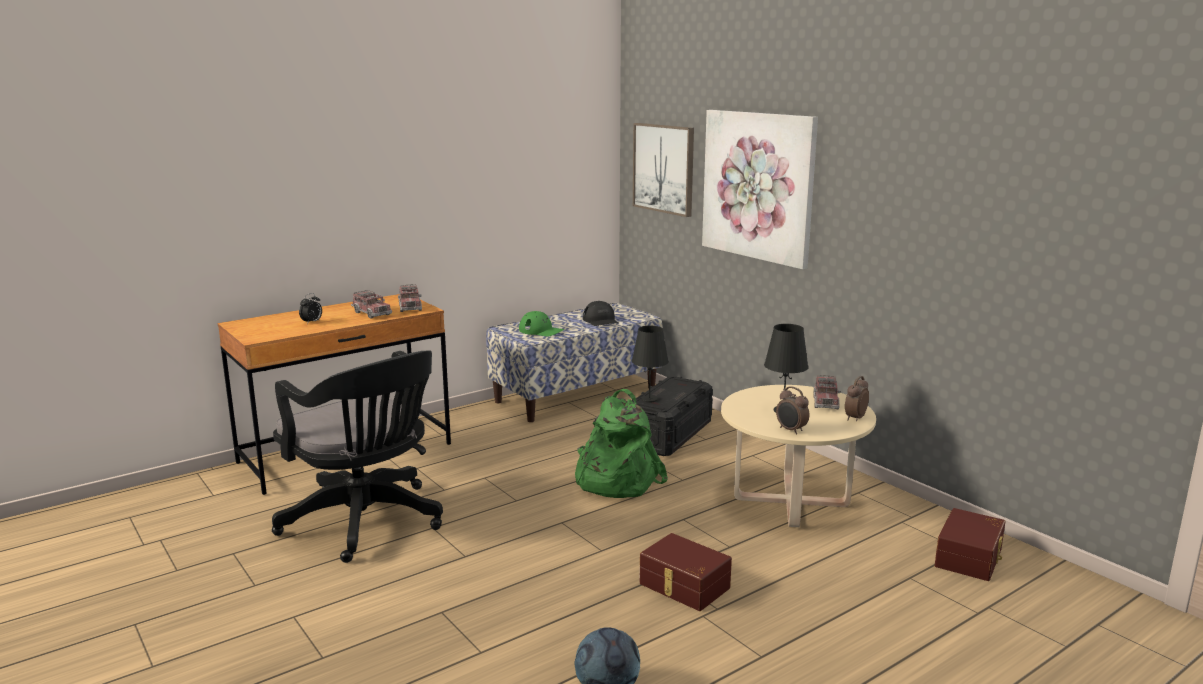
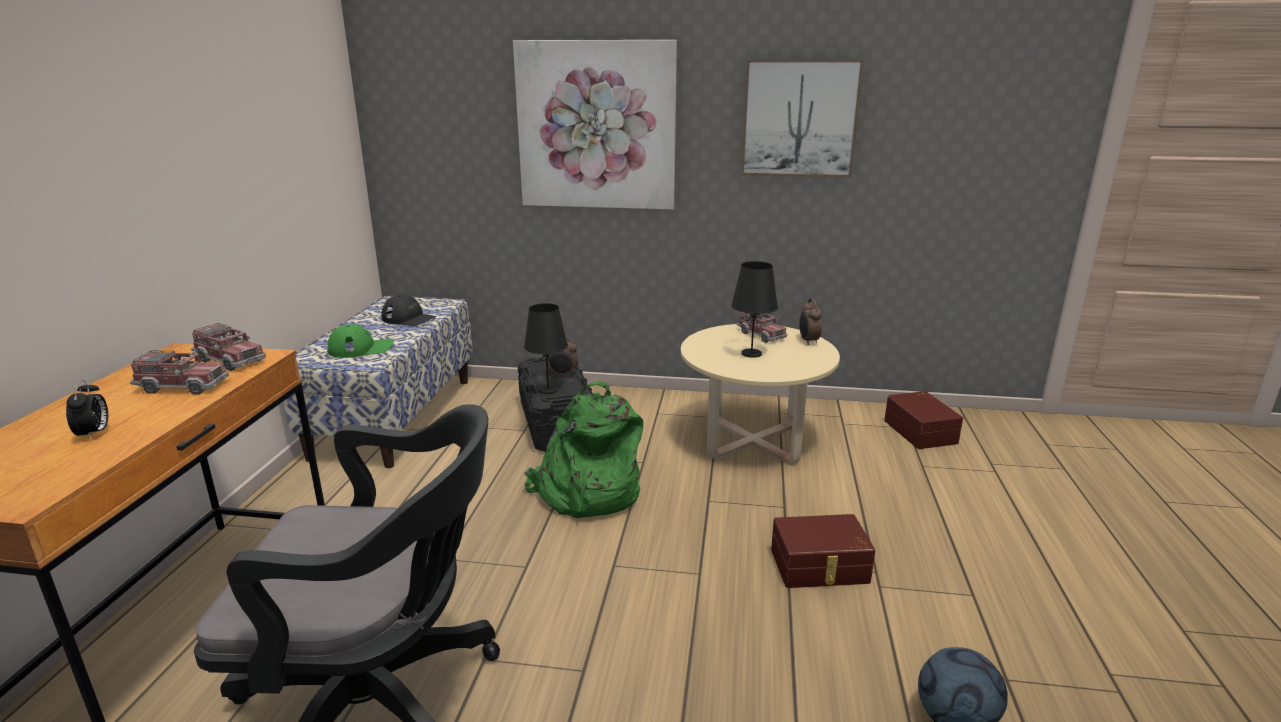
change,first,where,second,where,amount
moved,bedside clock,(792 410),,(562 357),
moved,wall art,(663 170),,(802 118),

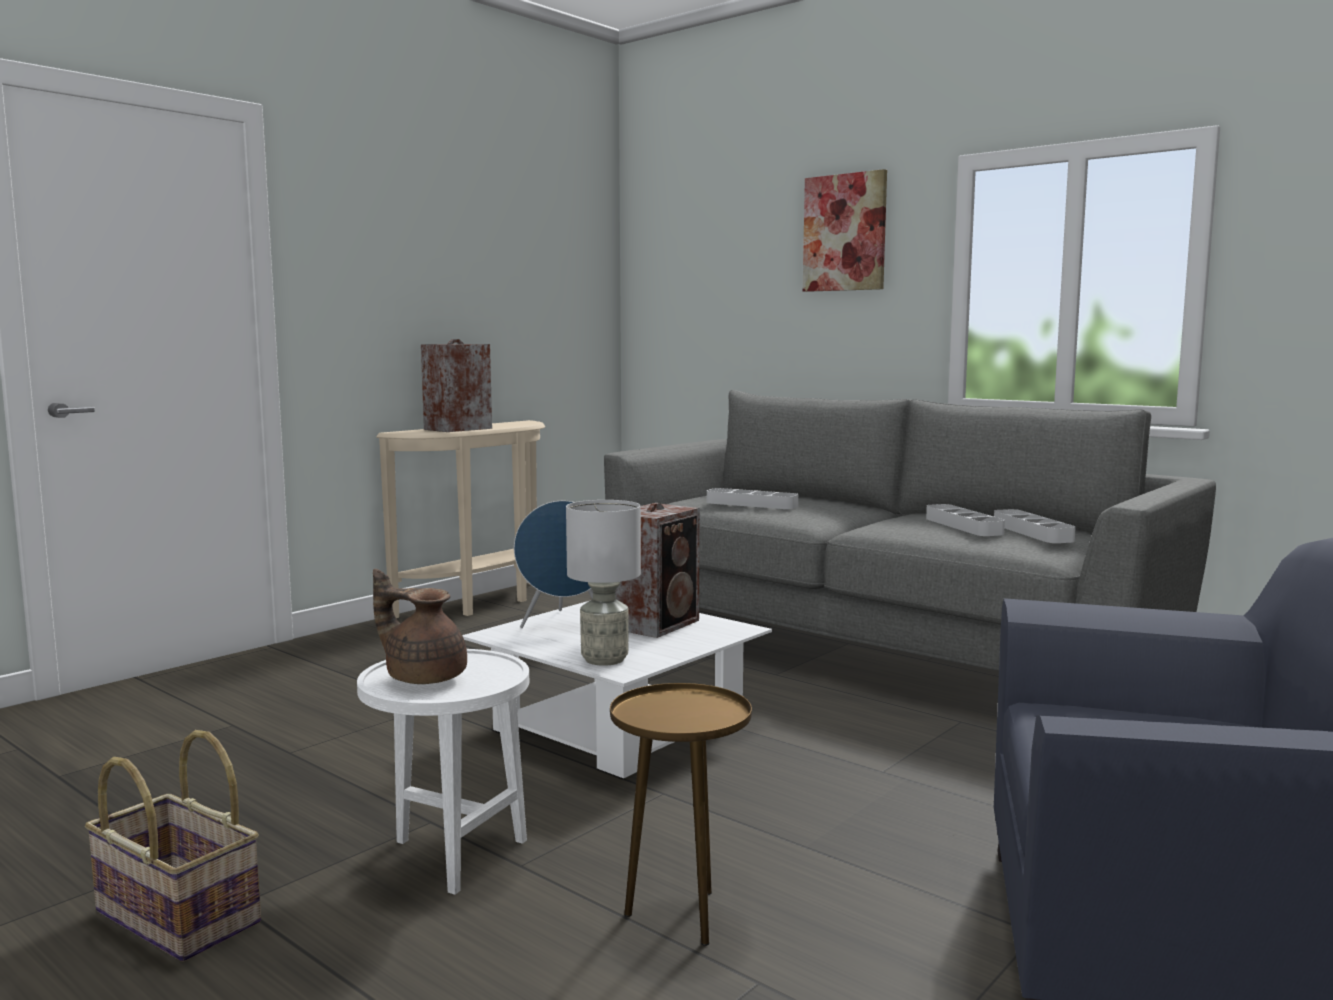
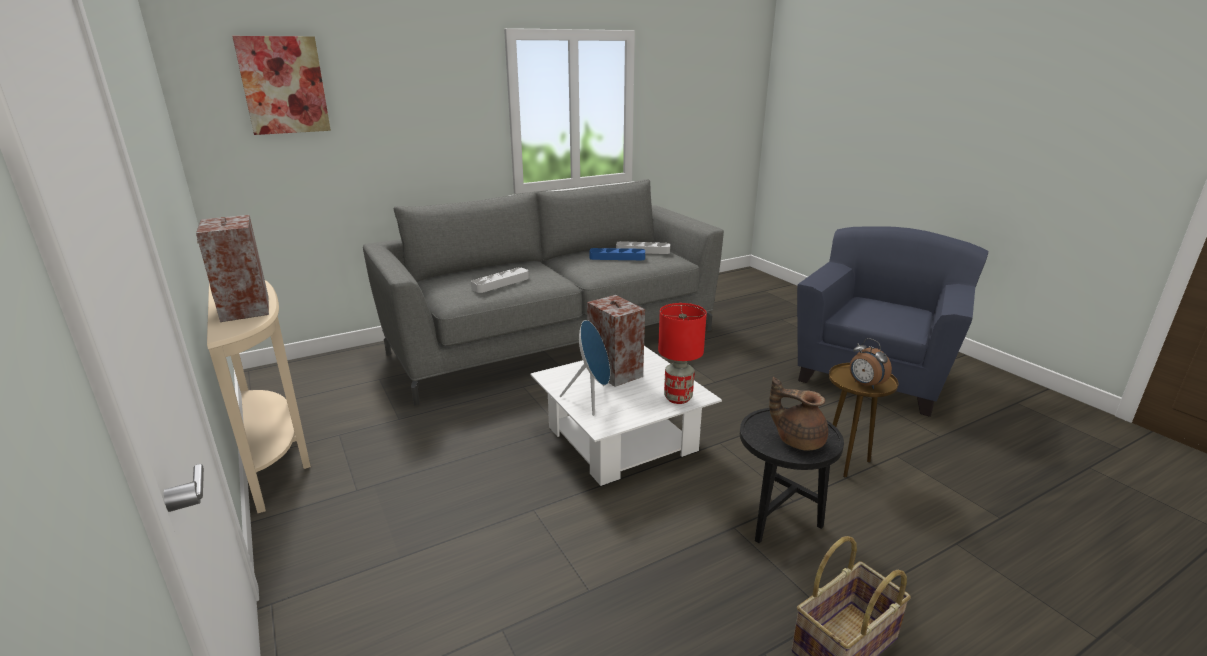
change,first,where,second,where,amount
moved,wall art,(845 230),,(281 85),
recoloured,serving tray/gray,(965 520),serving tray/blue,(617 254),
recoloured,table lamp/gray,(603 583),table lamp/red,(682 353),
recoloured,end table/whitish,(443 772),end table/blackish,(792 475),
turned,pot for tea/brownish,(420 626),,(798 413),75 degrees clockwise
added,,,bedside clock,(871 363),

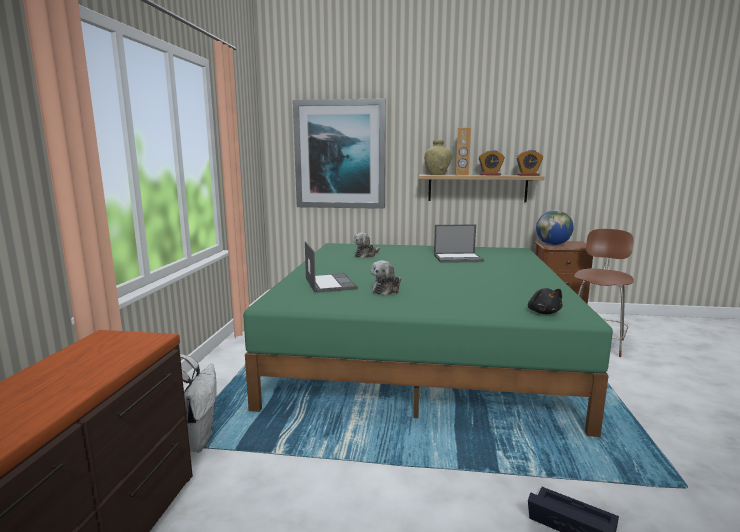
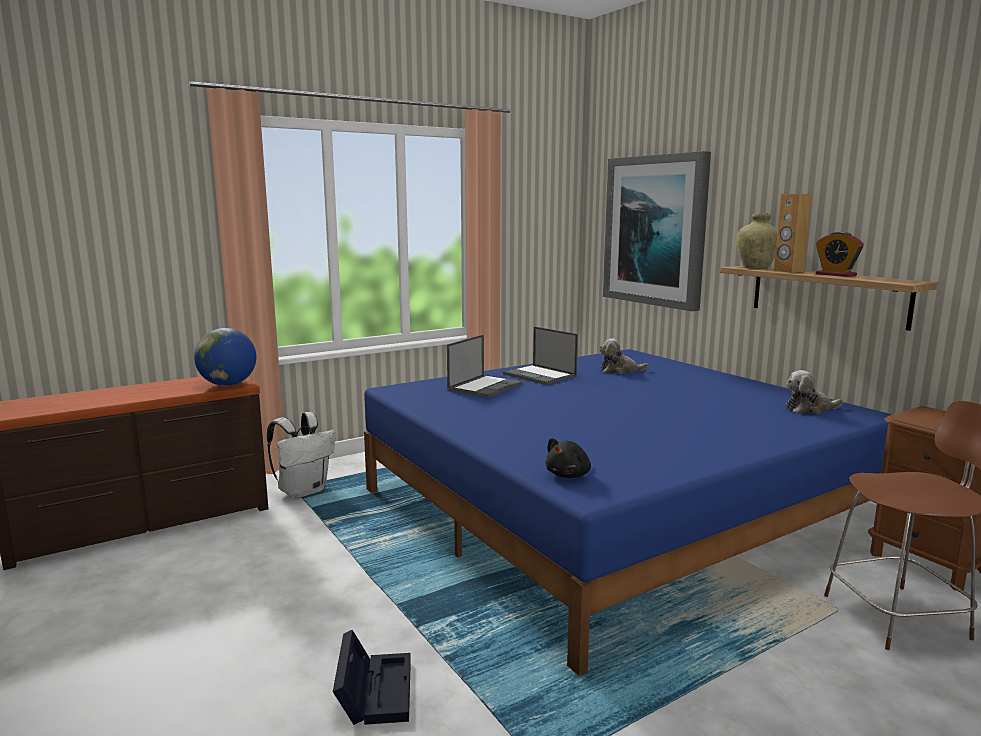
change,first,where,second,where,amount
moved,world globe,(555 227),,(225 357),
recoloured,bedroom bed/green,(428 340),bedroom bed/blue,(628 512),
moved,laptop,(459 243),,(540 356),
moved,plush toy,(386 278),,(814 392),
removed,bedside clock,(529 163),,,

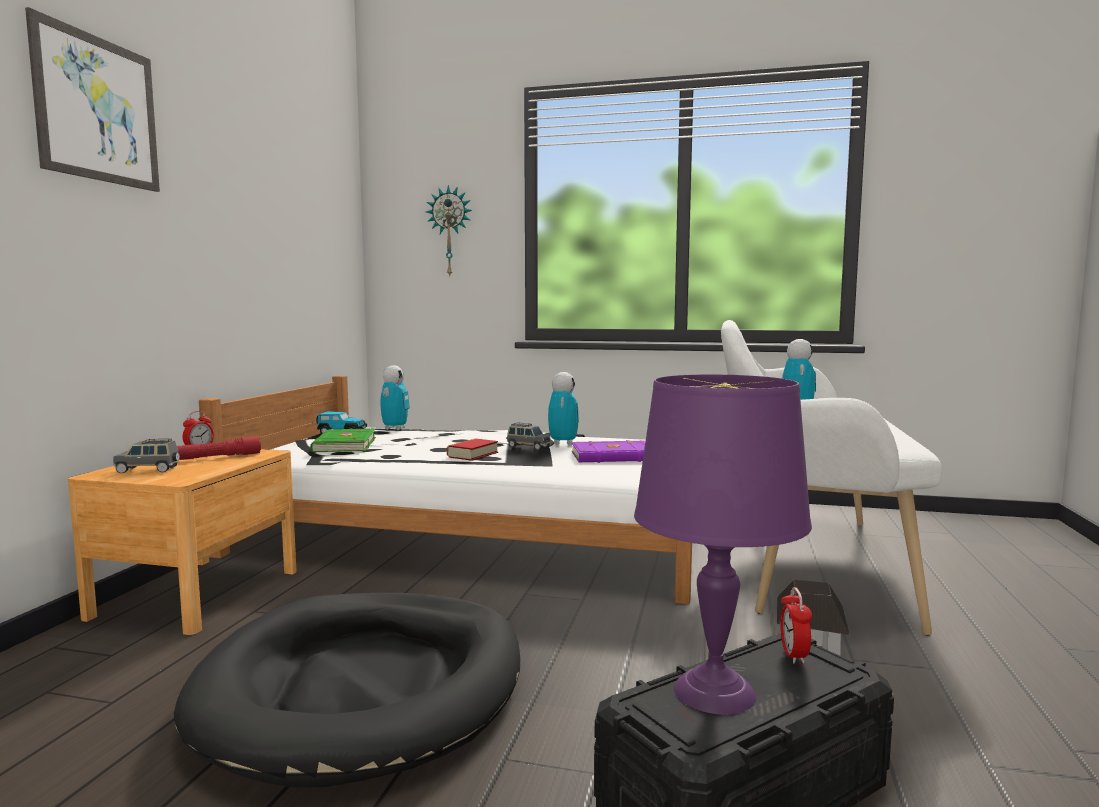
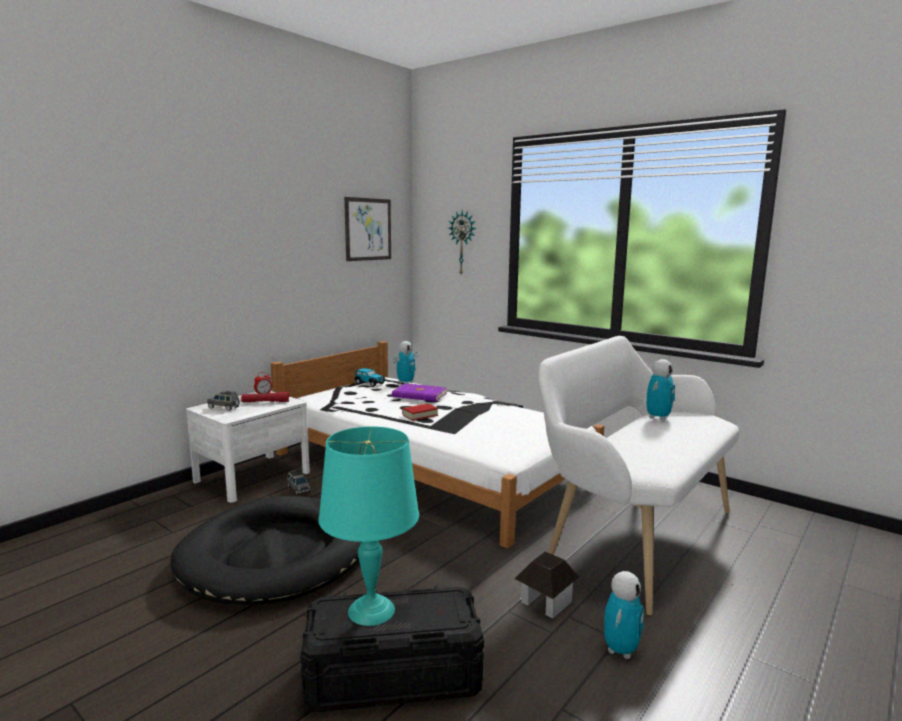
change,first,where,second,where,amount
recoloured,night table/brownish,(182 542),night table/whitish,(248 447),
moved,miniature car/gray,(529 437),,(298 482),
recoloured,table lamp/purple-coloured,(723 544),table lamp/turquoise,(368 526),
moved,wall art,(92 99),,(367 229),
moved,book/purple-coloured,(608 451),,(419 392),
moved,robot figure,(563 408),,(624 615),
removed,book/green,(343 440),,,
removed,bedside clock,(796 625),,,

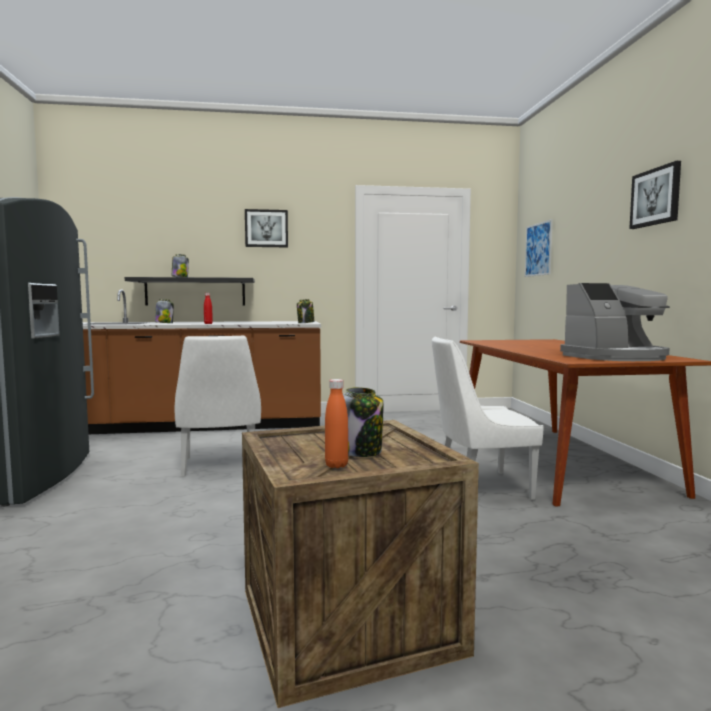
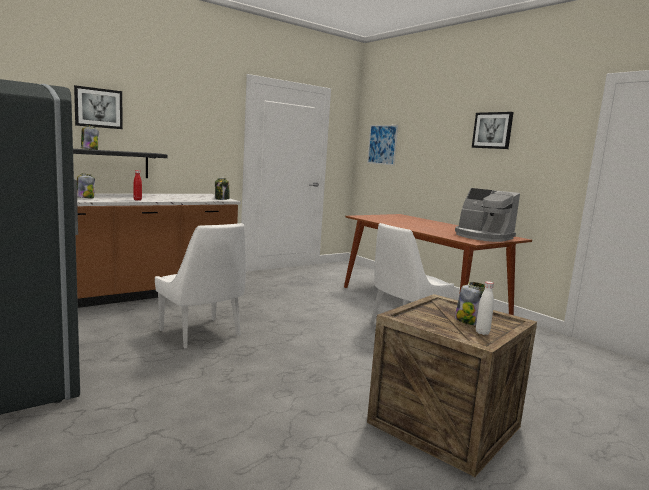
change,first,where,second,where,amount
moved,wall art,(266 228),,(98 107),
turned,coffee brewer,(615 322),,(487 215),90 degrees clockwise
recoloured,bottle/orange,(336 423),bottle/whitish,(485 308),

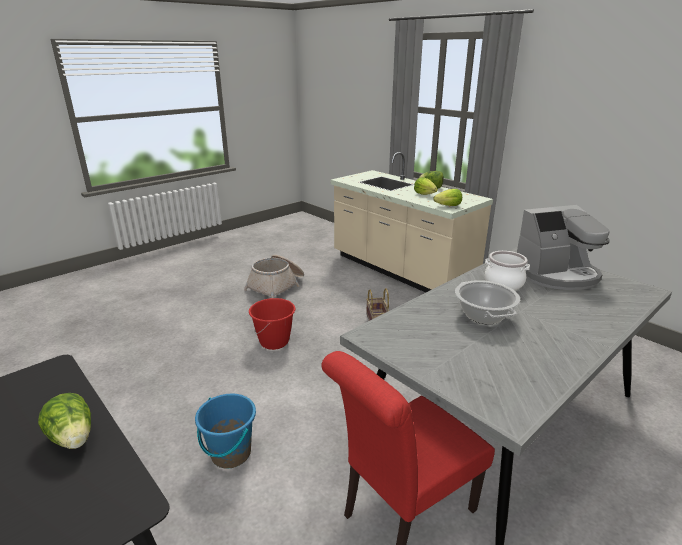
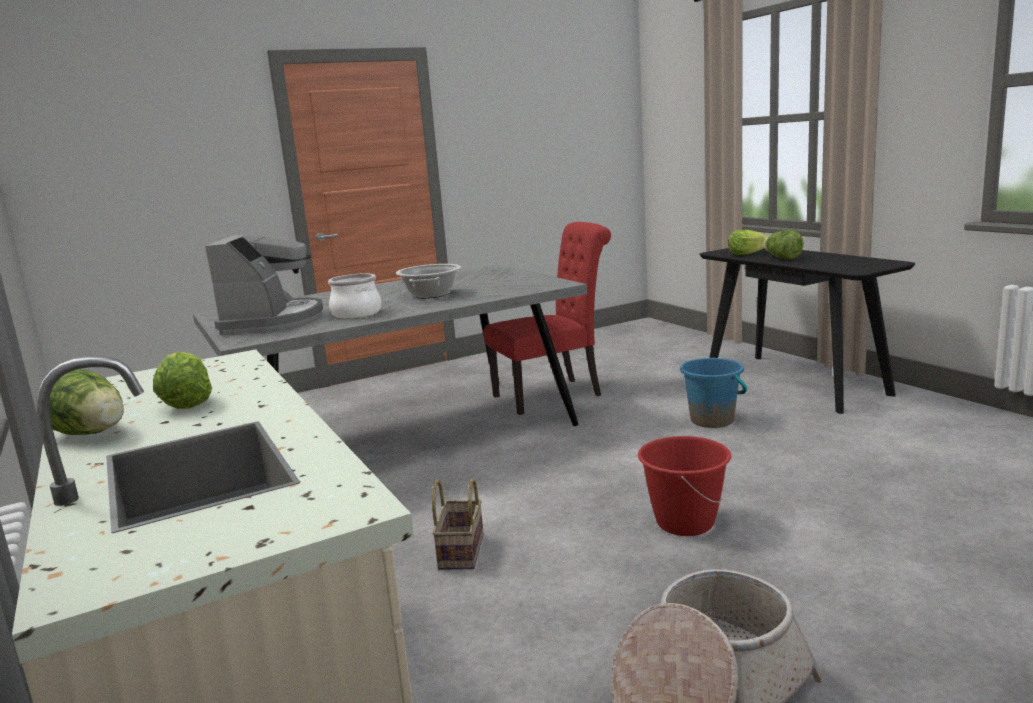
change,first,where,second,where,amount
turned,coffee brewer,(563 247),,(264 285),90 degrees clockwise
moved,lettuce head,(447 197),,(748 242),

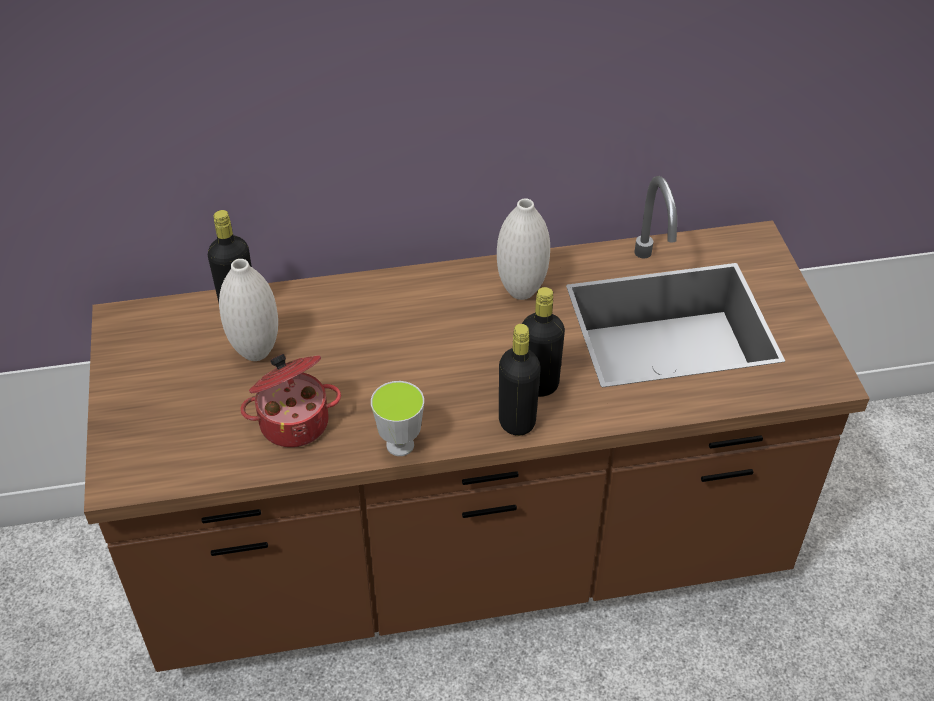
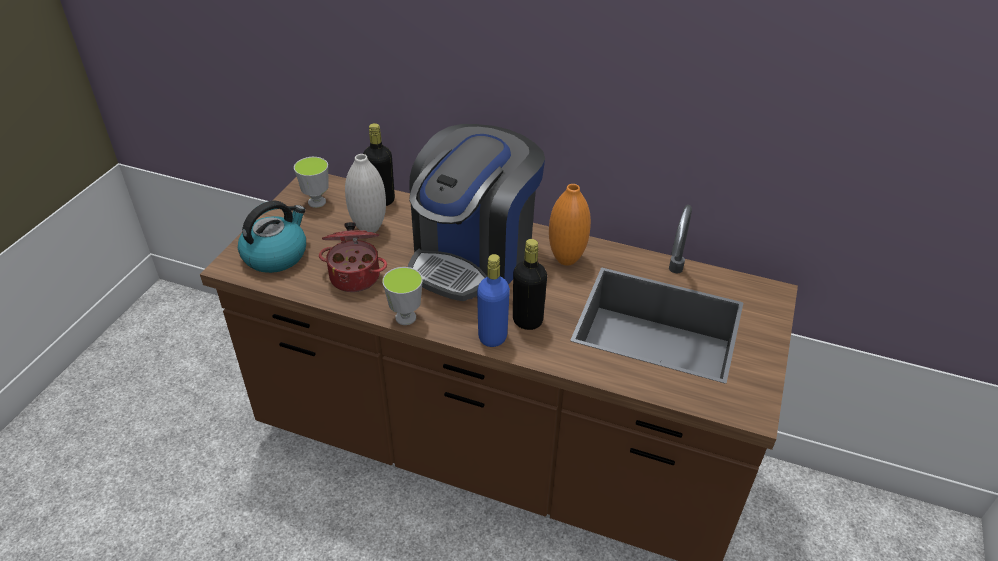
change,first,where,second,where,amount
added,,,water kettle,(272 236),
added,,,cup,(311 182),
added,,,coffee brewer,(476 212),
recoloured,bottle/blackish,(520 380),bottle/blue,(493 300),
recoloured,flower vase/whitish,(523 249),flower vase/orange,(570 225),

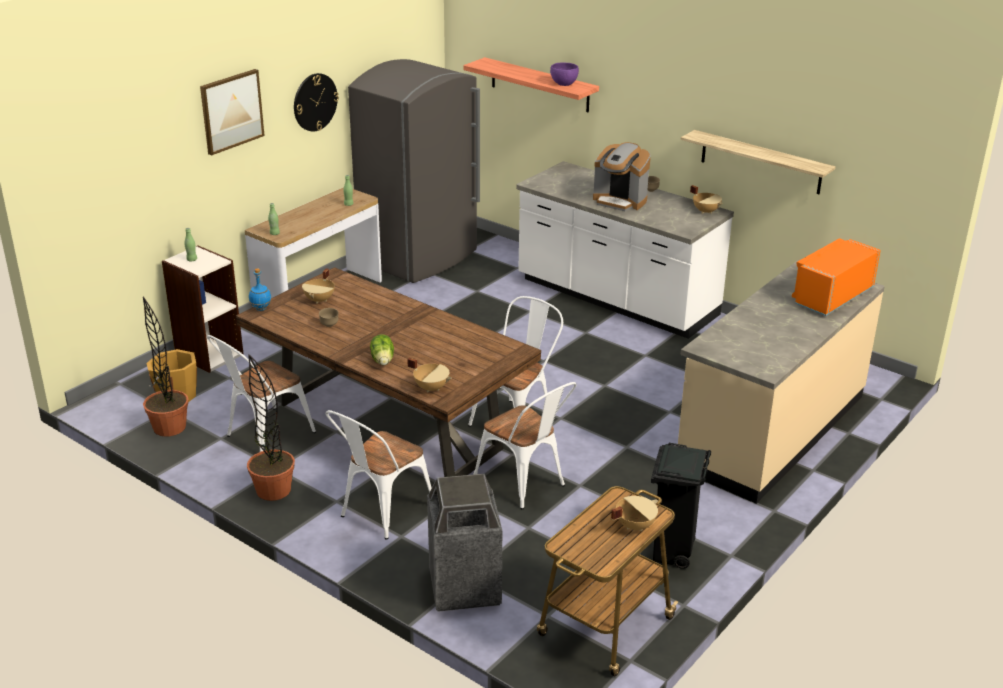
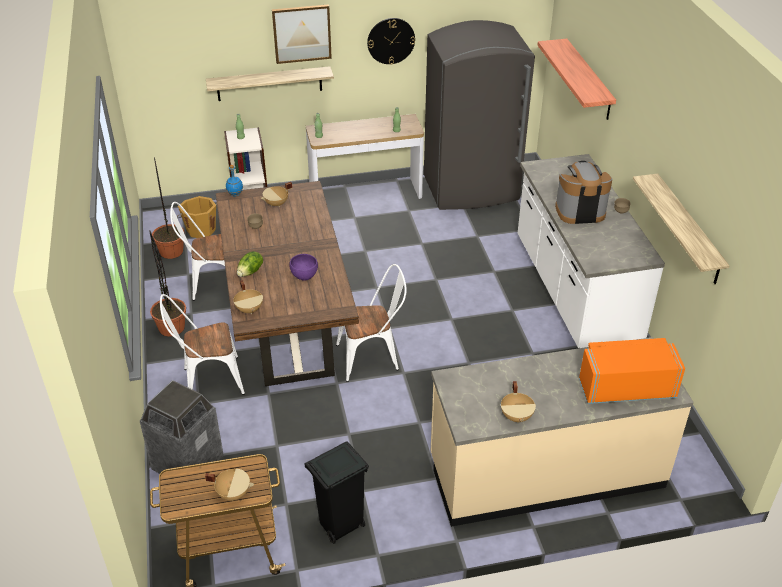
change,first,where,second,where,amount
added,,,shelf,(270 83),
moved,deep dish/purple-coloured,(564 74),,(303 267),
moved,cooking pot/beige,(706 199),,(518 402),
turned,coffee brewer,(622 176),,(583 192),105 degrees clockwise
removed,upright chair/whitish,(525 445),,,

